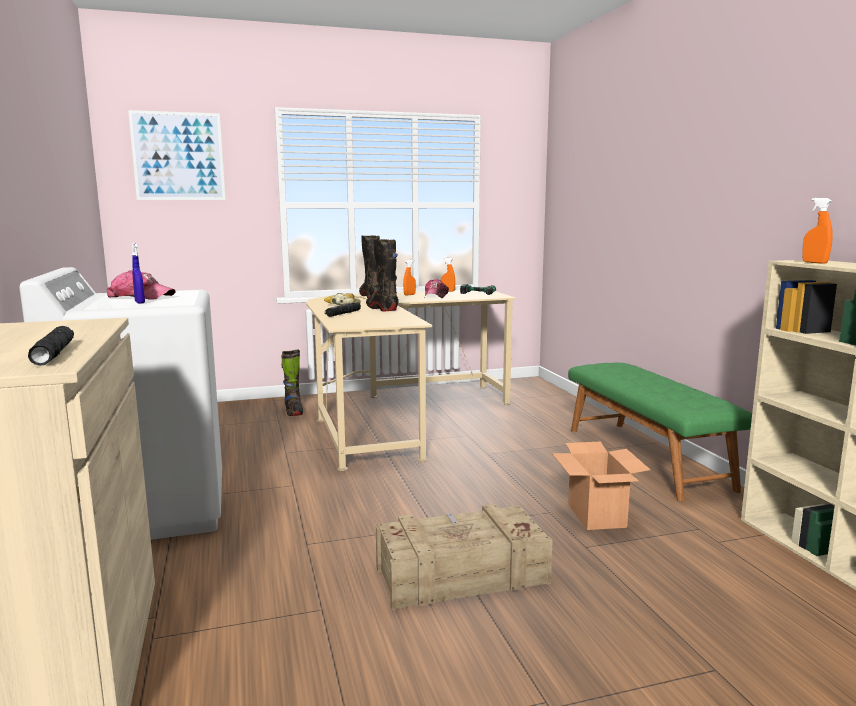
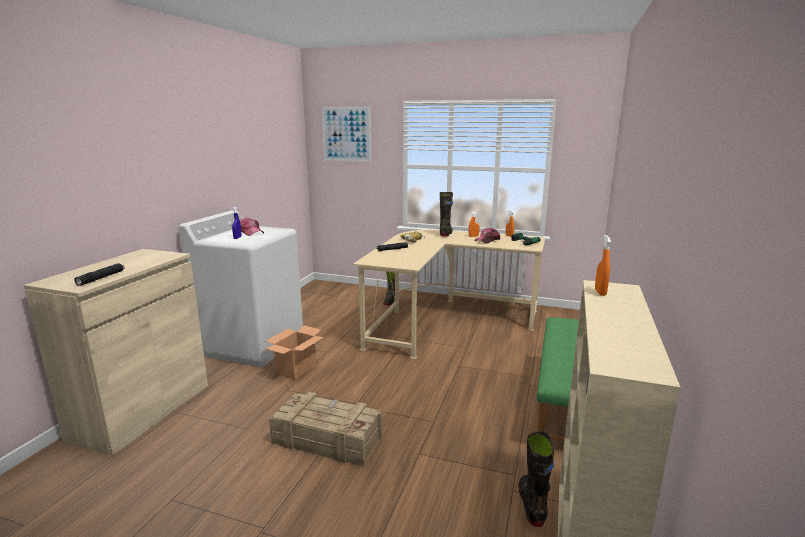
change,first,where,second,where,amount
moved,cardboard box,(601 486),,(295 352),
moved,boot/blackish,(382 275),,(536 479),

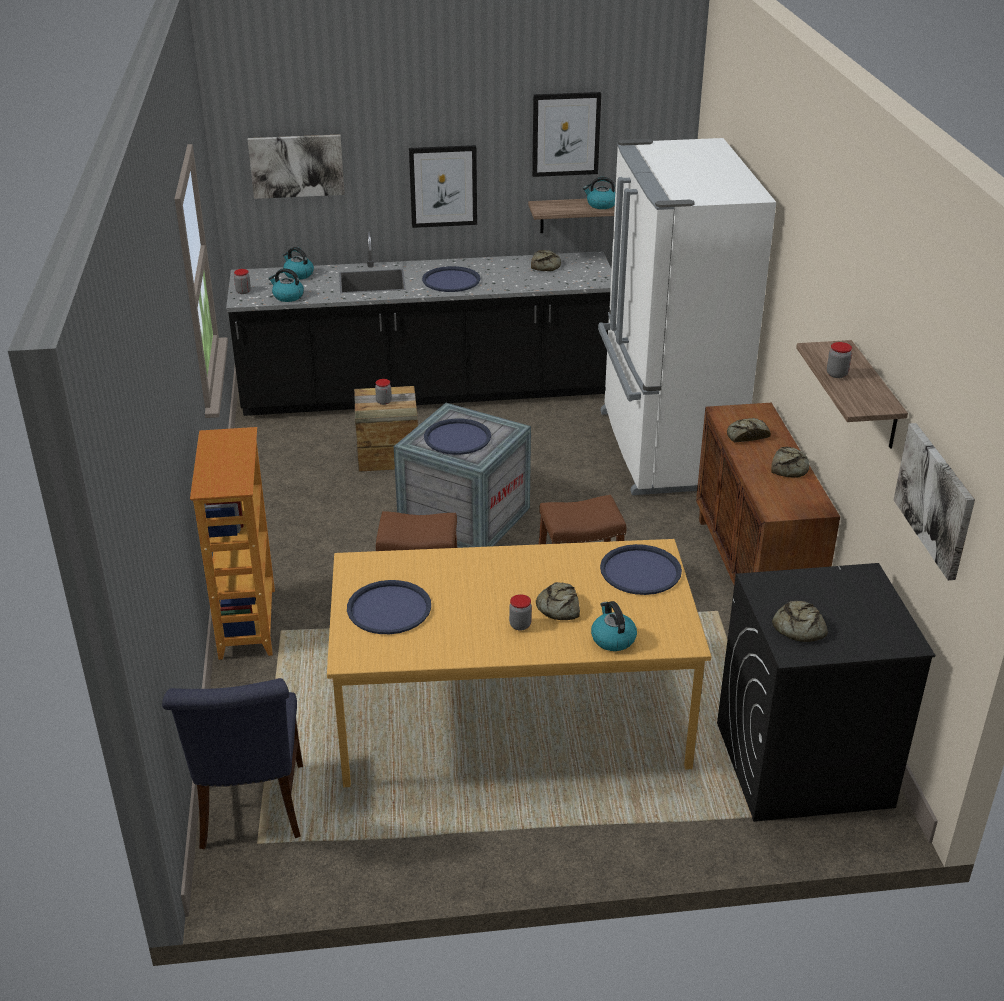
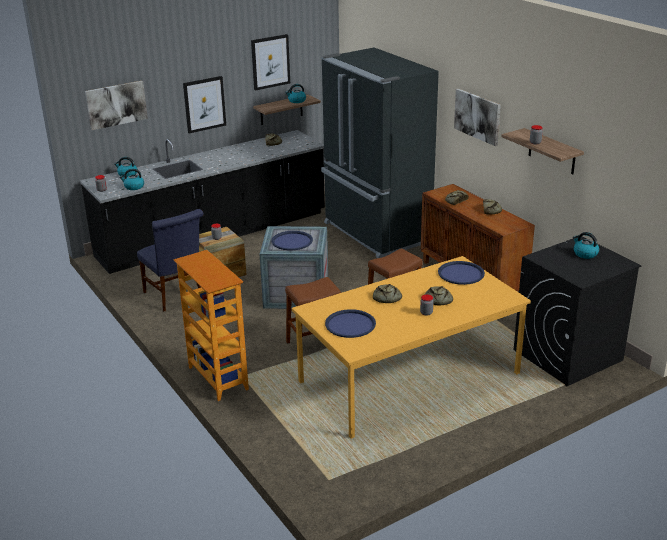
change,first,where,second,where,amount
moved,upright chair/blue,(232 763),,(170 260),
recoloured,kitchen fridge/whitish,(687 316),kitchen fridge/blackish,(380 153),
moved,bakery bread,(799 621),,(387 293),
moved,wall art,(934 501),,(477 117),
moved,water kettle,(614 626),,(586 245),
removed,serving tray/blue,(451 279),,,

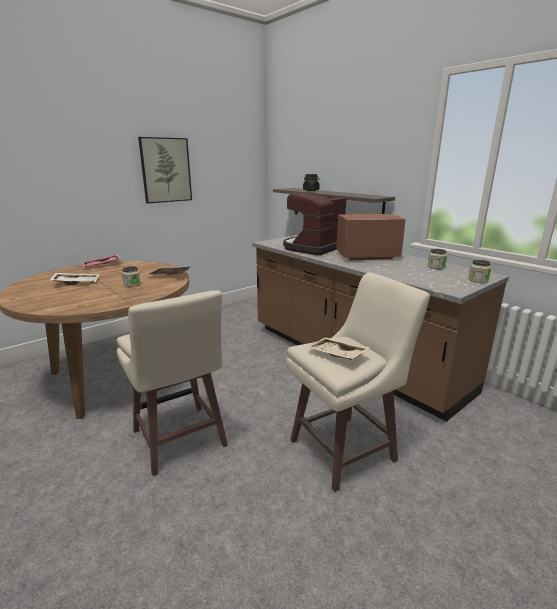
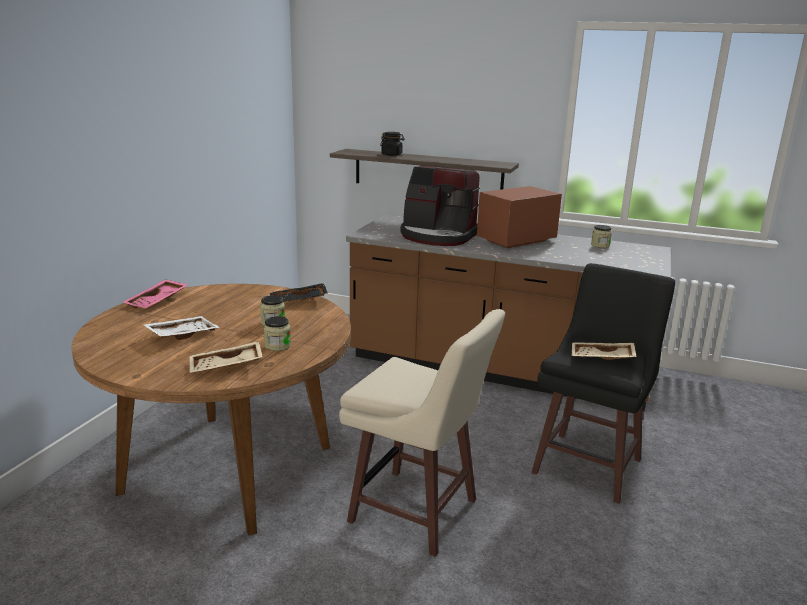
change,first,where,second,where,amount
added,,,serving tray/beige,(226 357),
moved,jar,(479 271),,(277 333),
turned,coffee brewer,(315 223),,(440 205),75 degrees counterclockwise
recoloured,stool seat/beige,(358 382),stool seat/blackish,(603 383),
removed,wall art,(165 170),,,

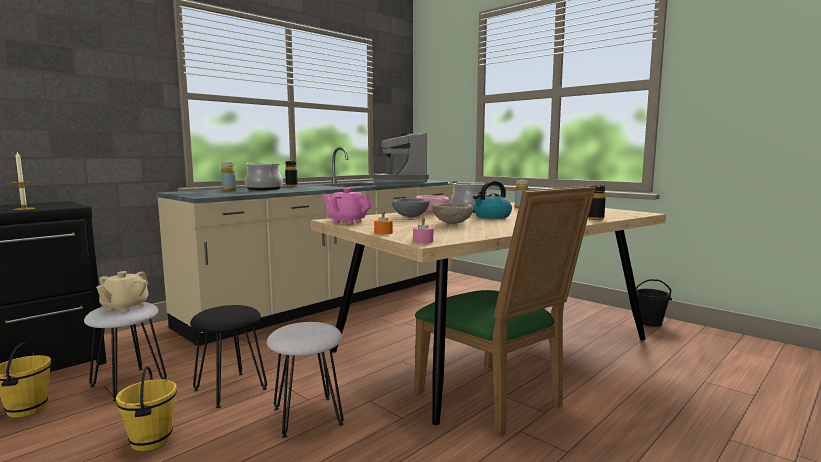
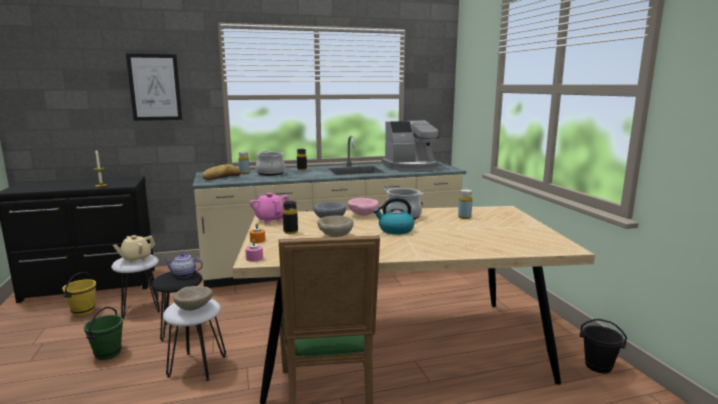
change,first,where,second,where,amount
recoloured,water bucket/yellow-coloured,(146 408),water bucket/green,(103 333),
added,,,wall art,(154 87),
added,,,pot for tea,(183 265),
added,,,deep dish/beige,(193 298),
added,,,bakery bread,(221 172),
moved,bottle/blackish,(597 202),,(290 217),
turned,coffee brewer,(401 158),,(410 145),120 degrees counterclockwise

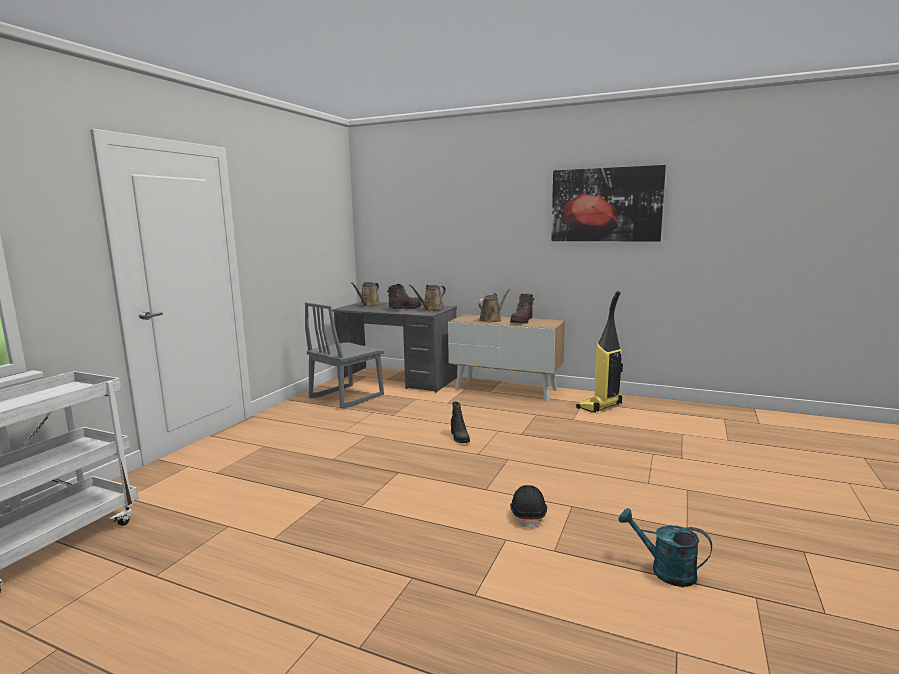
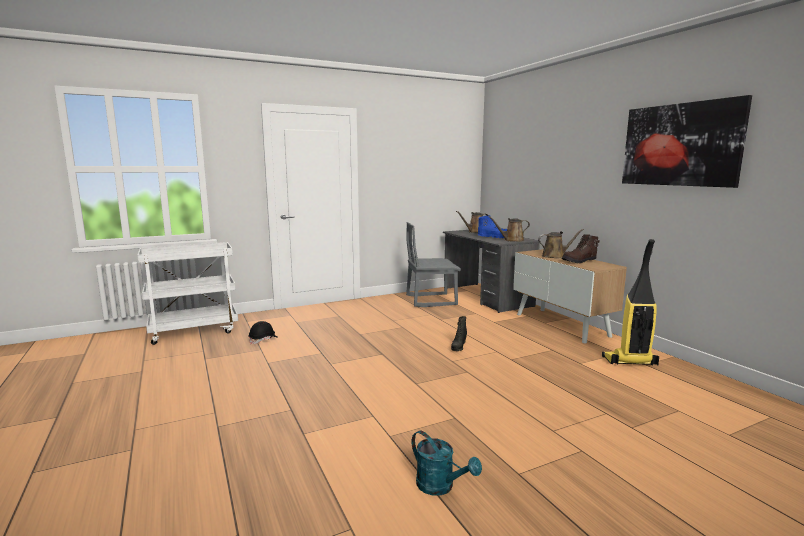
change,first,where,second,where,amount
moved,hard hat/blackish,(528 507),,(263 332),
turned,sprinkling can/turquoise,(665 547),,(447 463),150 degrees clockwise
recoloured,boot/brownish,(404 296),boot/blue,(492 226),

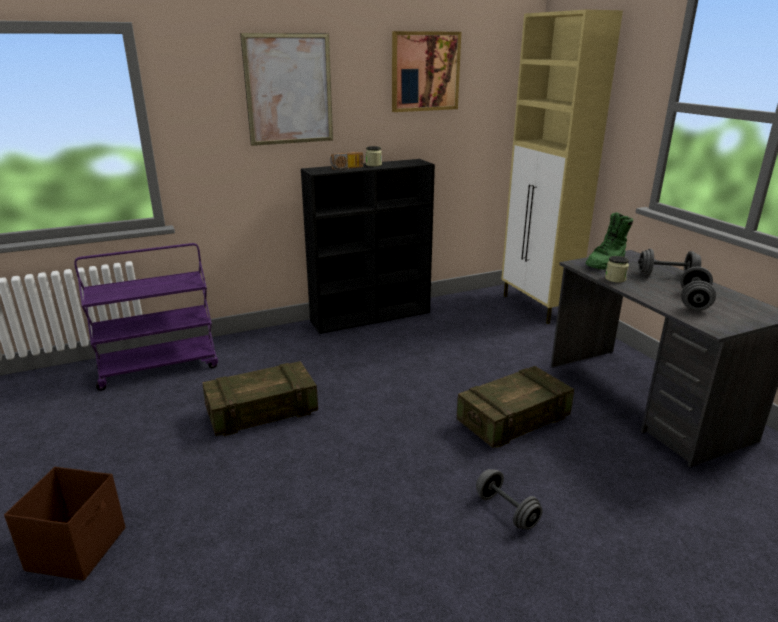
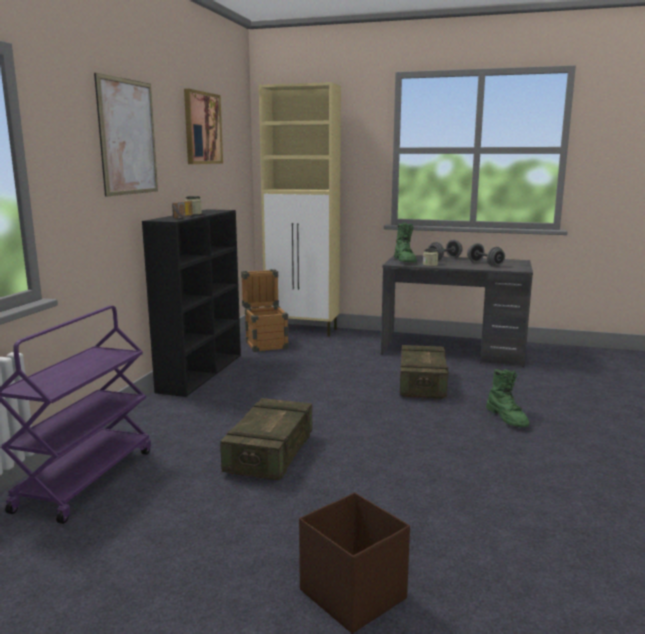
change,first,where,second,where,amount
added,,,shipping crate,(265 310),
replaced,dumbbell/gray,(509 499),boot/green,(507 398),

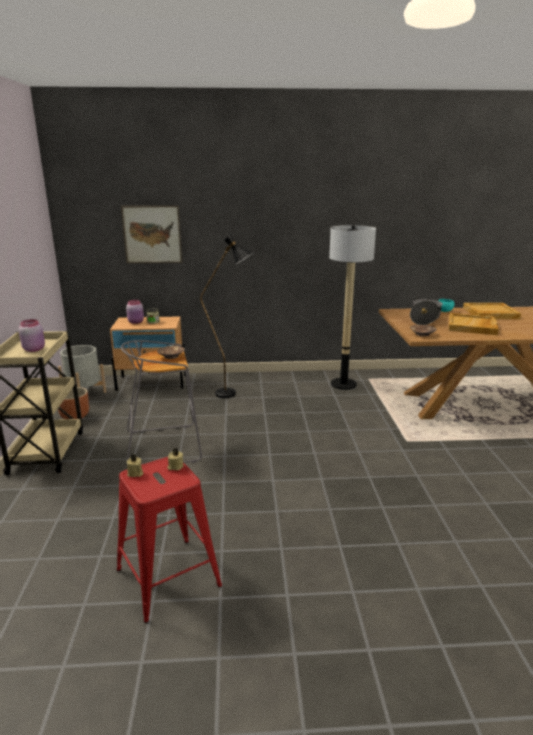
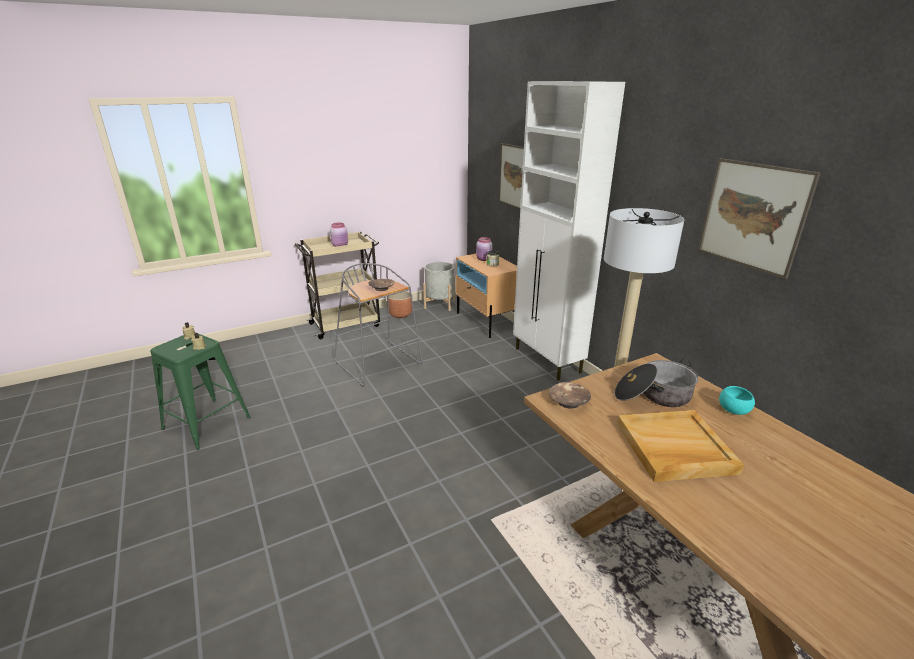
change,first,where,second,where,amount
recoloured,stool seat/red,(169 540),stool seat/green,(200 391),
added,,,storage cabinet/whitish,(569 231),
added,,,wall art,(759 218),
removed,standard lamp/blackish,(227 316),,,
removed,serving tray/beige,(492 311),,,

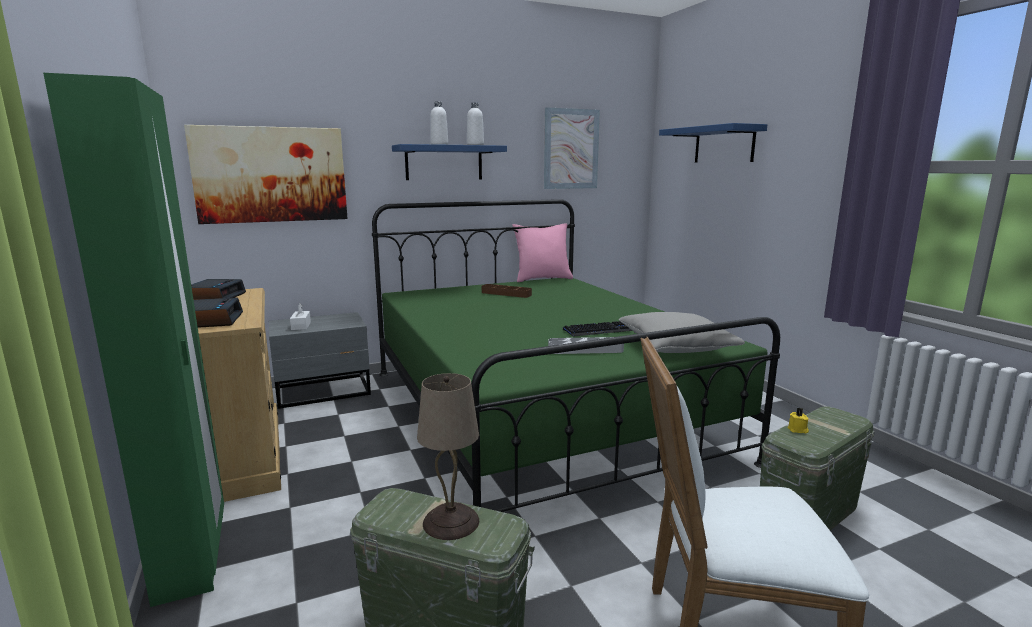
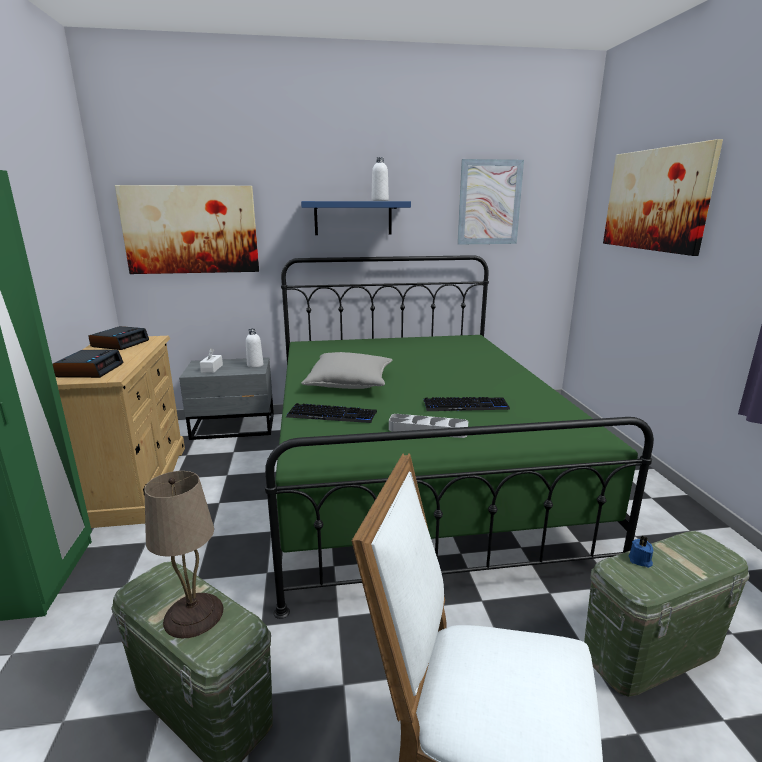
change,first,where,second,where,amount
moved,bottle/whitish,(439 123),,(254 348),
added,,,PC keyboard,(331 413),
moved,cushion/gray,(681 332),,(347 370),
replaced,shelf/blue,(713 142),wall art,(663 197),
recoloured,wax candle/yellow-coloured,(798 420),wax candle/blue,(641 552),
removed,serving tray/brownish,(507 291),,,
removed,cushion/pinkish,(543 252),,,

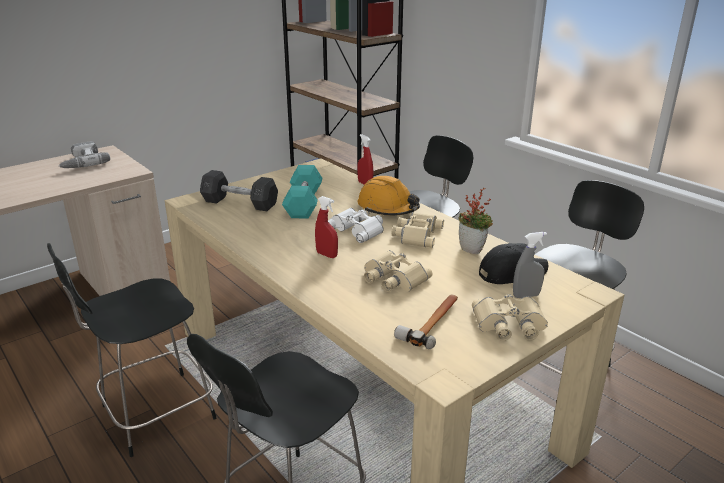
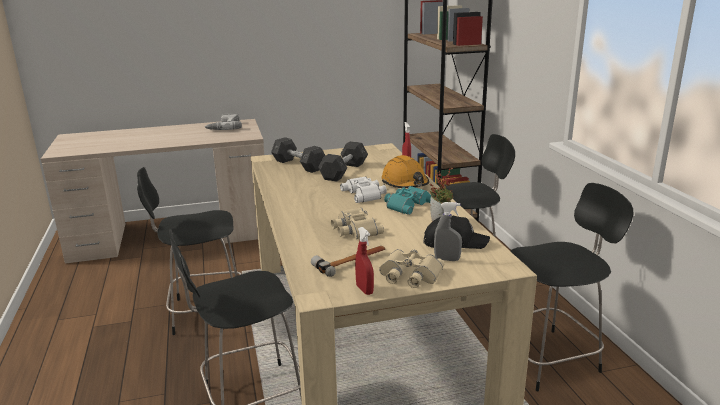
change,first,where,second,where,amount
recoloured,dumbbell/turquoise,(302 191),dumbbell/gray,(343 161),
moved,spray bottle/red,(326 227),,(364 261),
recoloured,field glasses/beige,(418 230),field glasses/turquoise,(407 200),

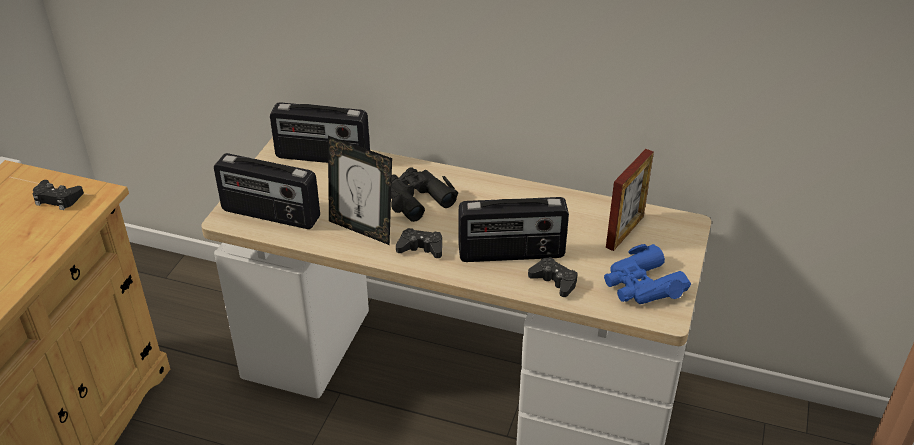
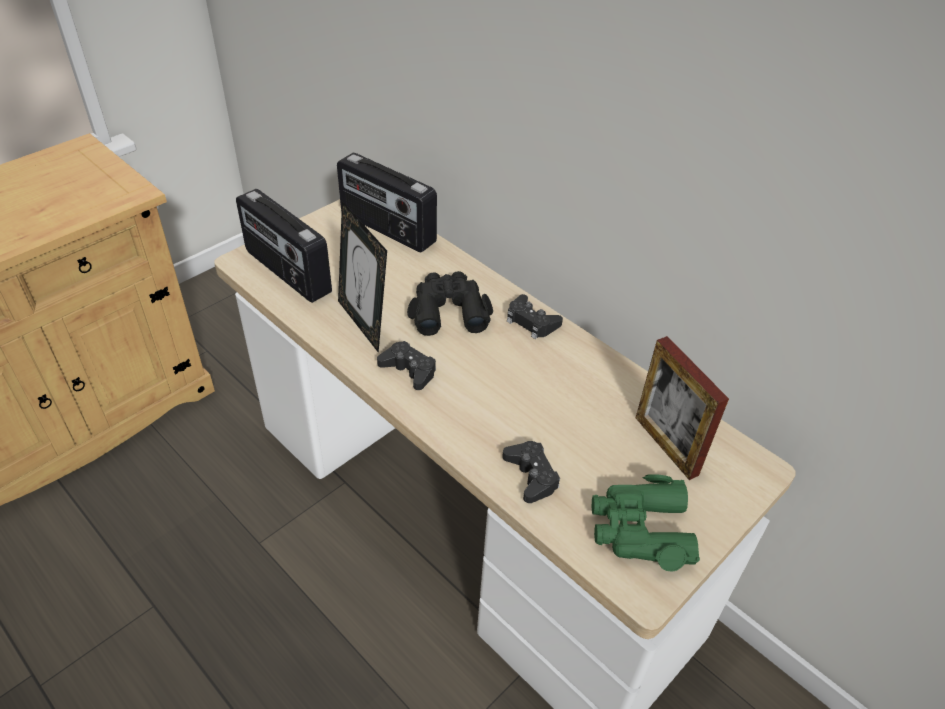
change,first,where,second,where,amount
moved,gamepad/blackish,(58 195),,(535 316),
recoloured,field glasses/blue,(647 274),field glasses/green,(646 523),
turned,photo frame,(630 200),,(682 408),90 degrees clockwise
removed,radio receiver,(514 229),,,

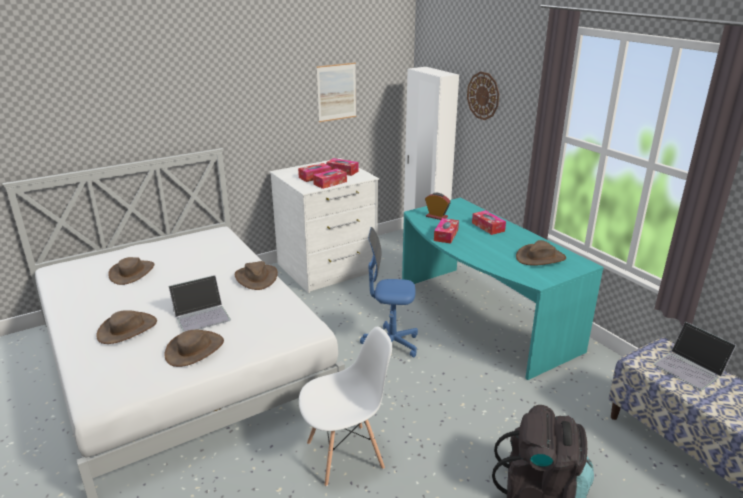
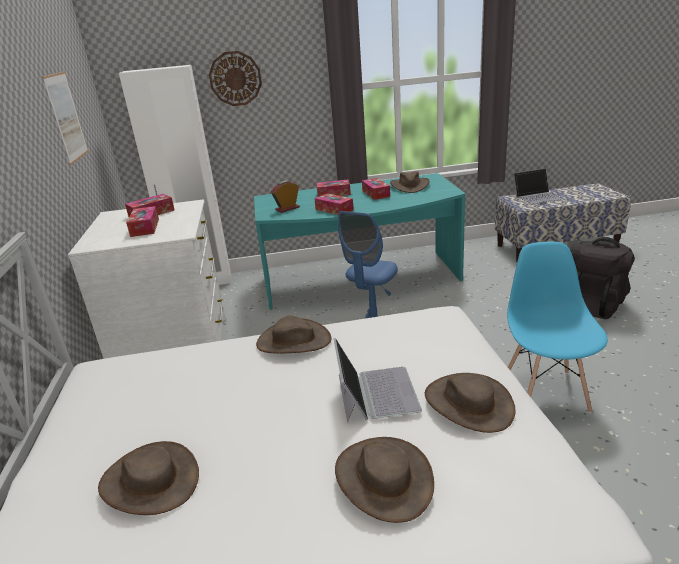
change,first,where,second,where,amount
moved,tissue box,(330 179),,(376 189),
recoloured,upright chair/whitish,(345 407),upright chair/blue,(557 327),

